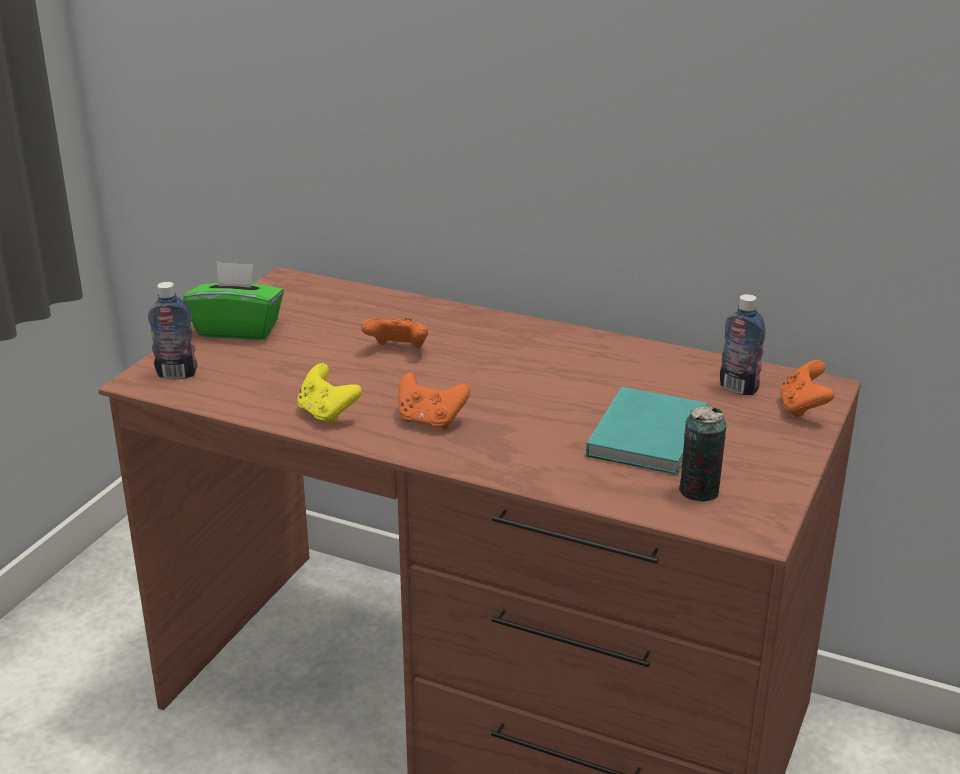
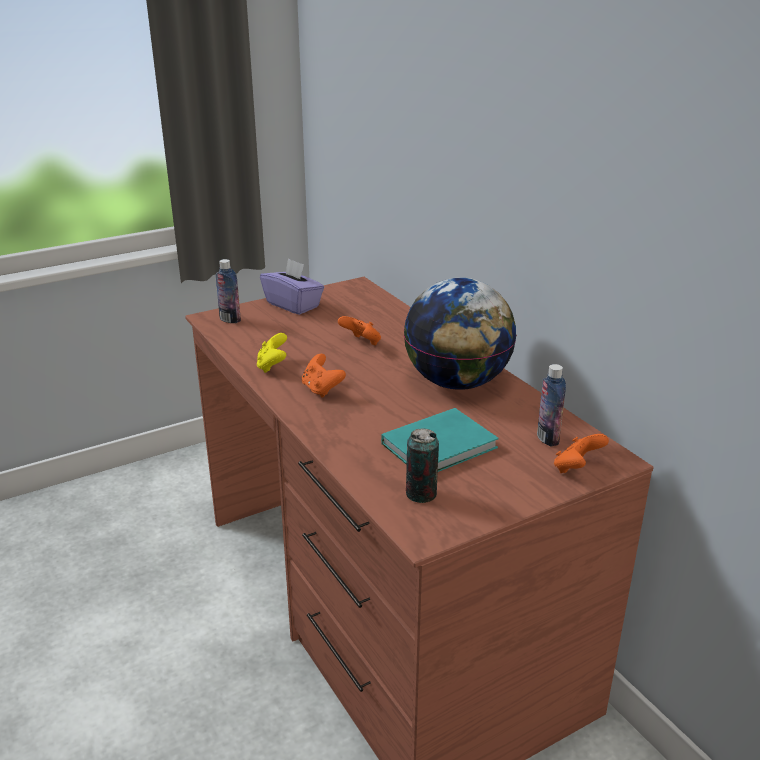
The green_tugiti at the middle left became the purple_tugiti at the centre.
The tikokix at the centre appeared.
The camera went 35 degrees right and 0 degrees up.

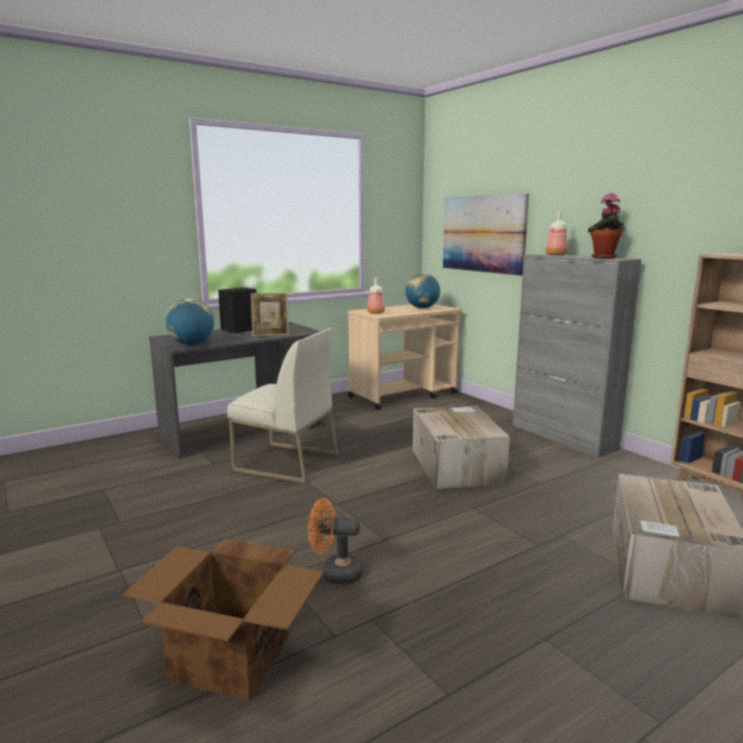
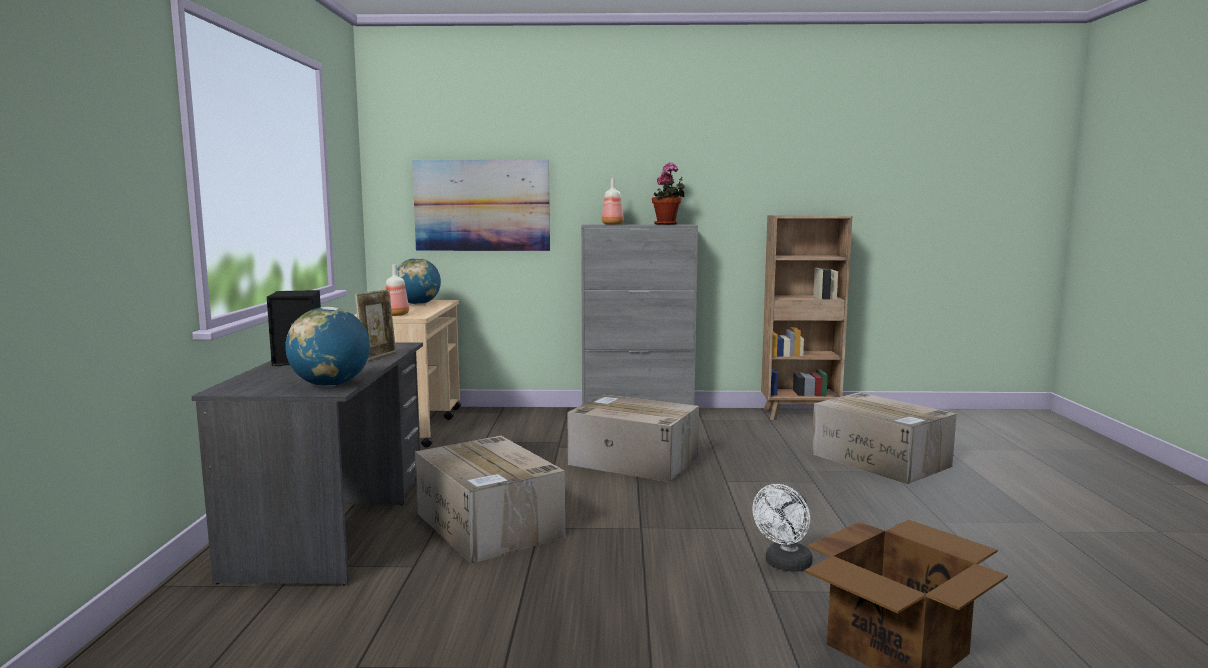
The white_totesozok at the centre was replaced by the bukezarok (no. 1 from left) at the bottom centre.
The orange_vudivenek at the bottom centre became the white_vudivenek at the bottom centre.
The camera went 55 degrees left and 5 degrees down.

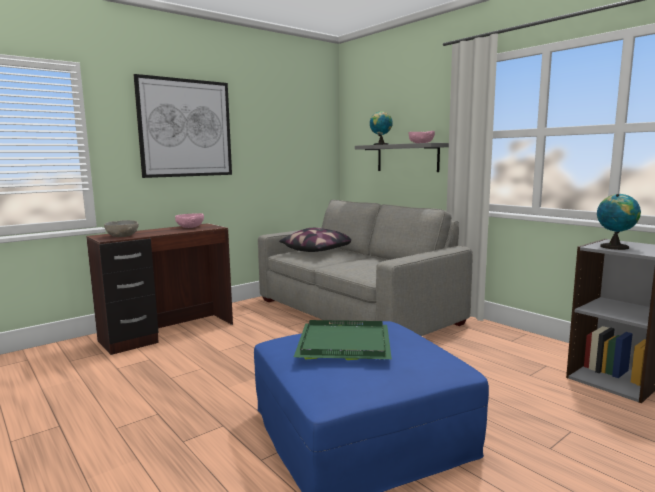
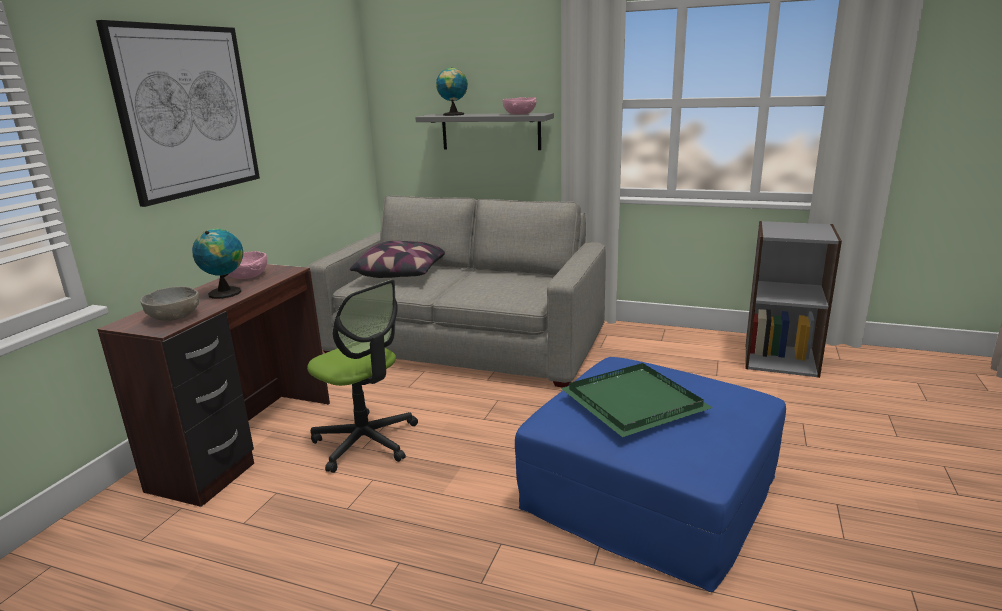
The tikokix (no. 2 from left in the first image) moved from the middle right to the middle left.
The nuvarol at the centre appeared.
The camera went 30 degrees left and 10 degrees up.

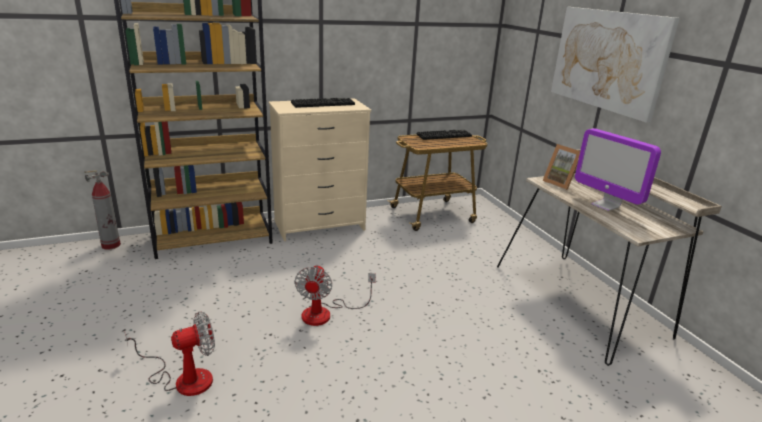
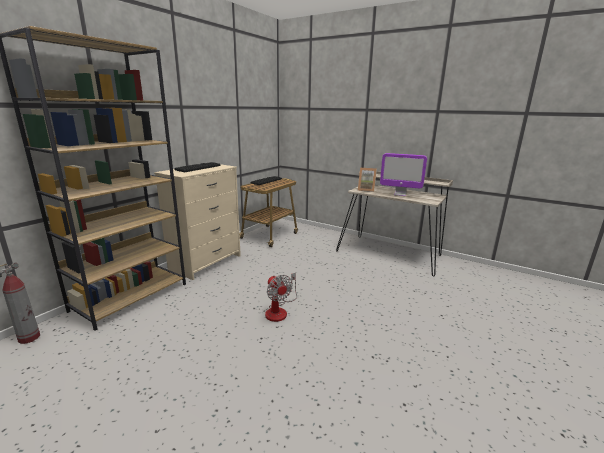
The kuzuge at the top right disappeared.
The vudivenek (no. 1 from left) at the bottom left disappeared.
The camera went 35 degrees left and 5 degrees down.

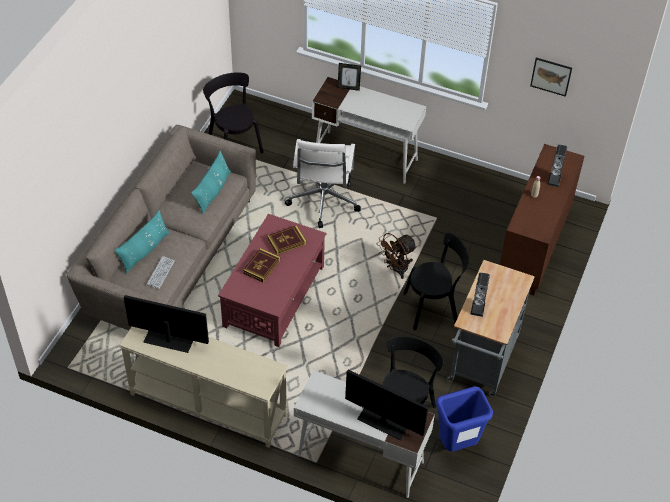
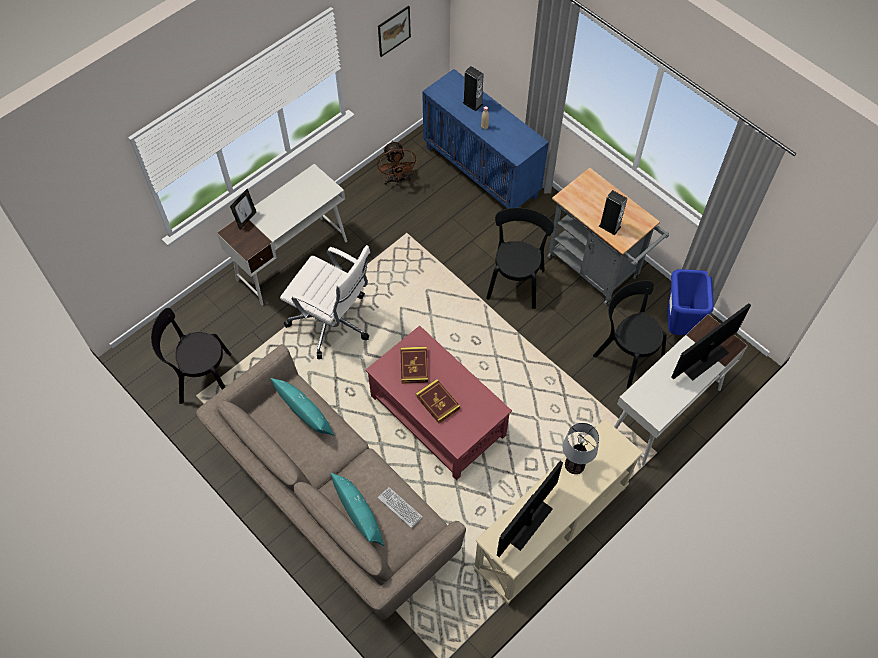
The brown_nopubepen at the middle right became the blue_nopubepen at the top centre.
The brown_vudivenek moved from the centre to the top centre.
The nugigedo at the bottom centre appeared.
The camera went 65 degrees left and 10 degrees up.

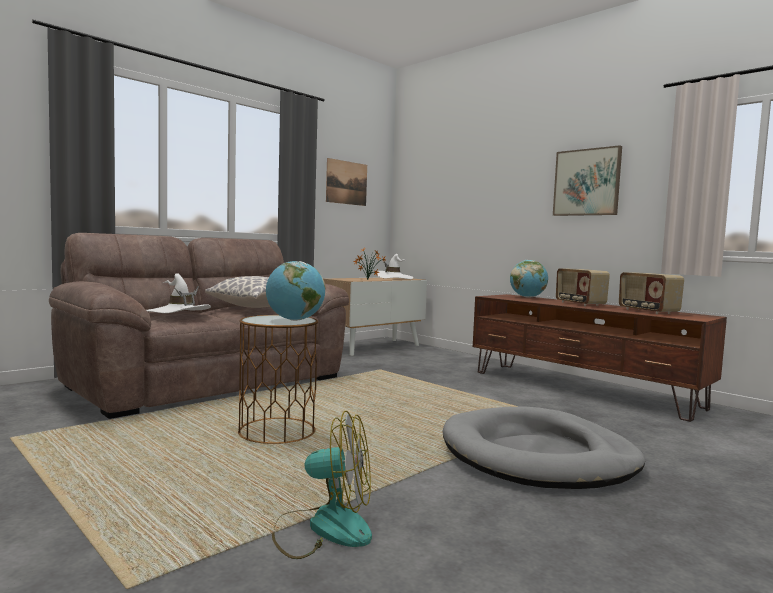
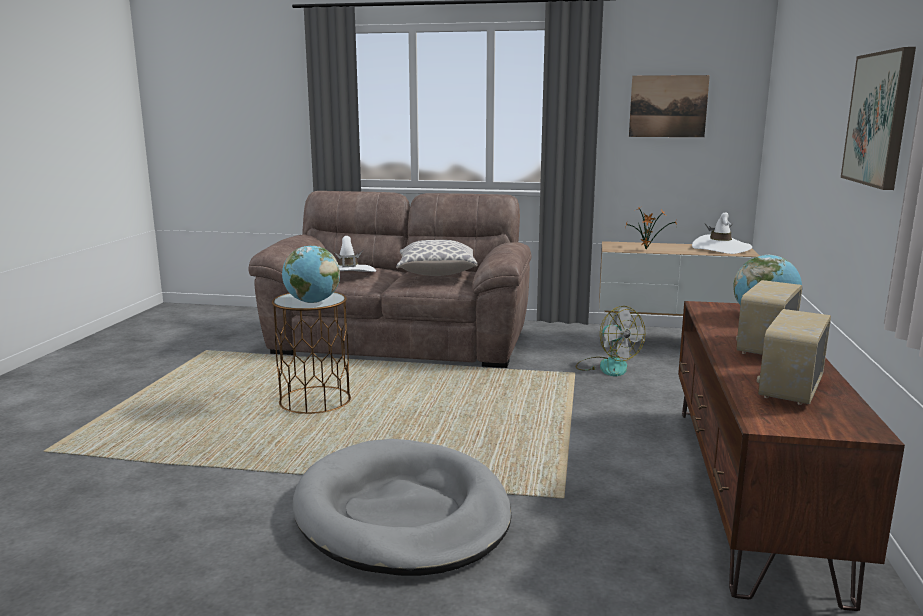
The vudivenek moved from the bottom centre to the centre.
The camera went 55 degrees right and 10 degrees up.

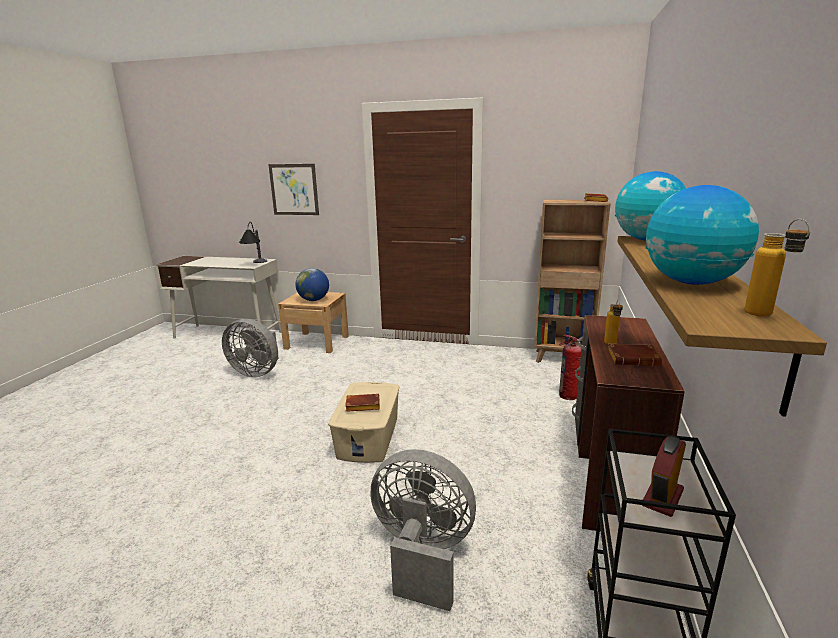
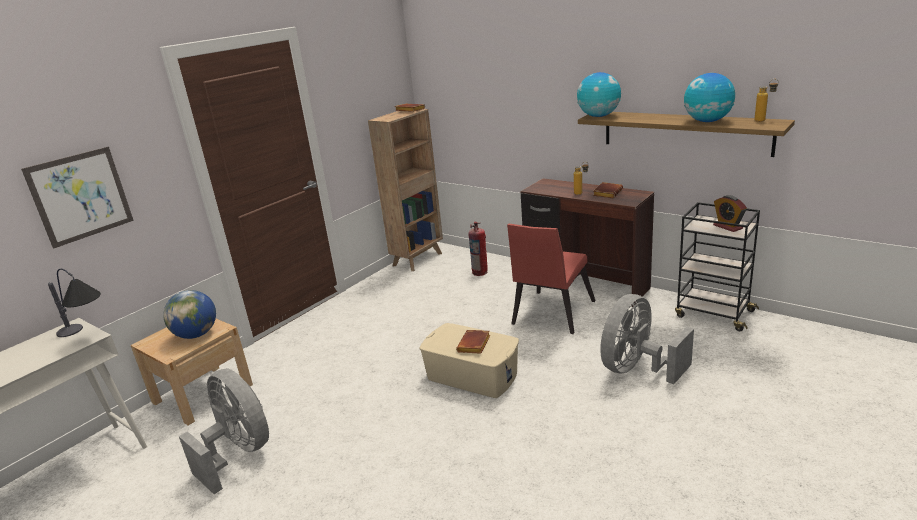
The grey_vudivenek (no. 1 from left) at the middle left turned 90 degrees counterclockwise.
The red_totesozok at the centre appeared.
The camera went 65 degrees left and 5 degrees up.

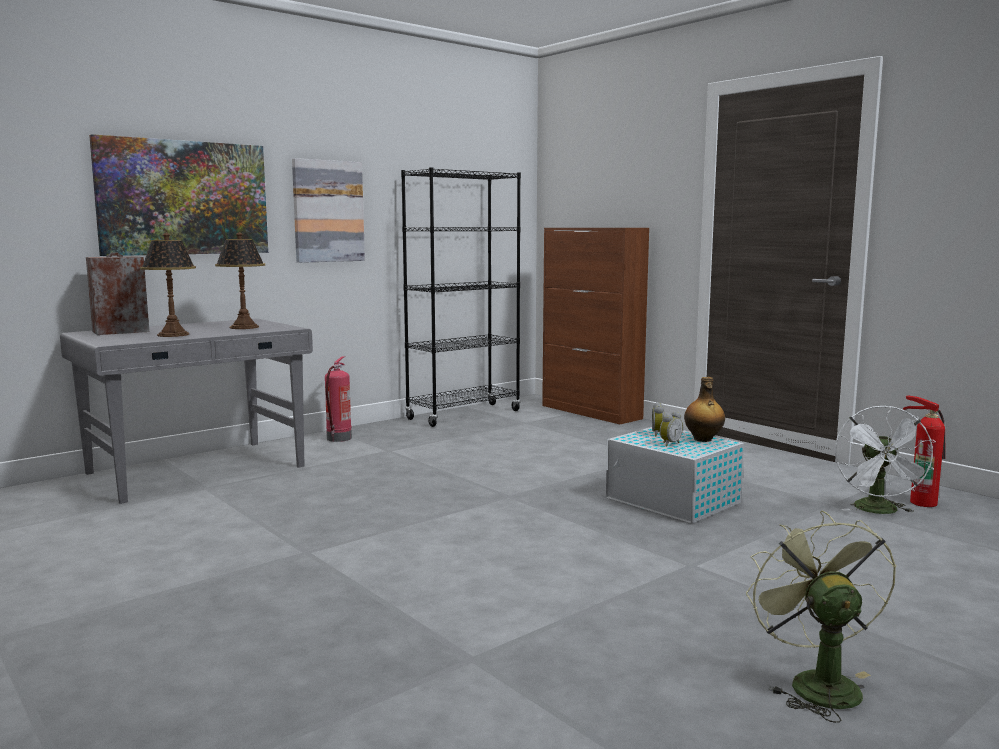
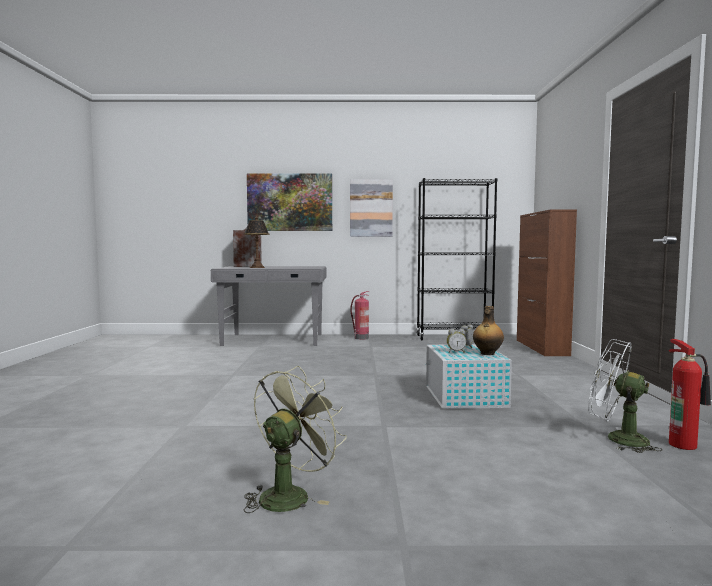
The nugigedo (no. 2 from left) at the middle left disappeared.
The white_vudivenek at the middle right turned 75 degrees clockwise.
The camera went 40 degrees right and 5 degrees down.

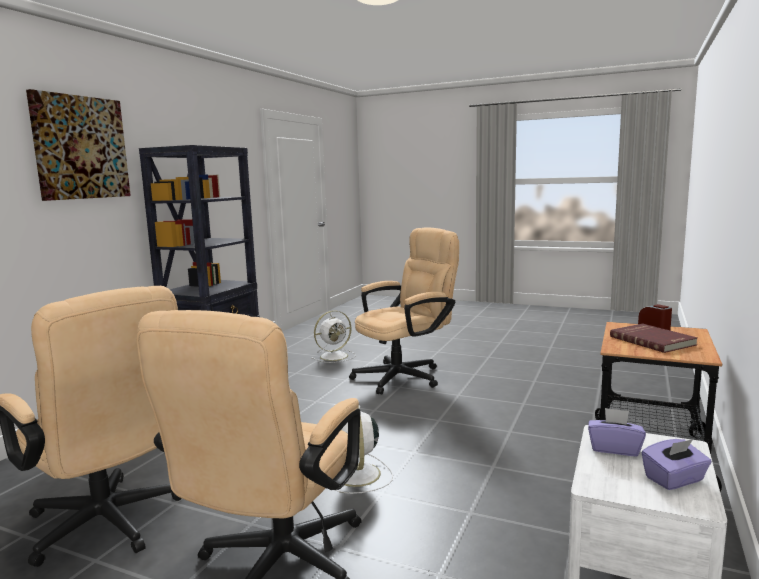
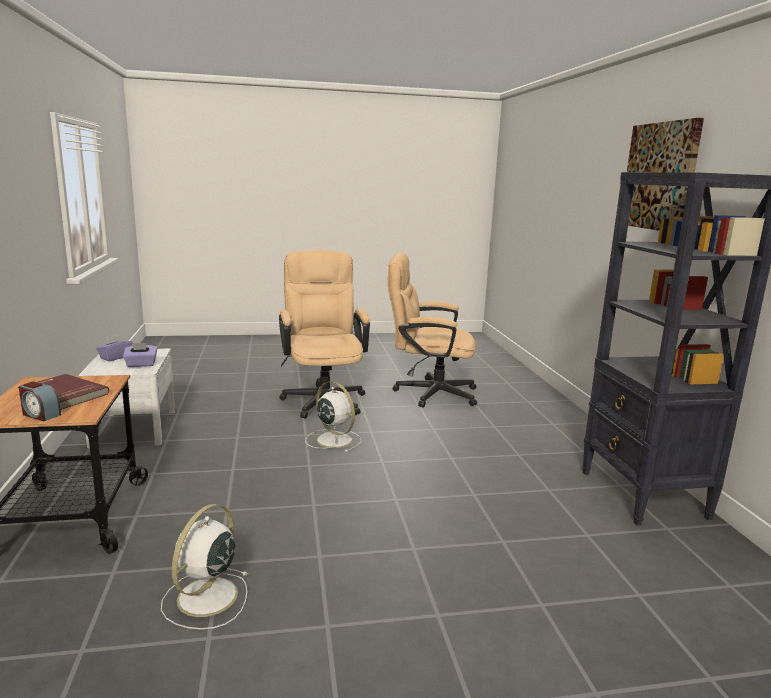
The beige_nuvarol (no. 3 from left) at the centre disappeared.
The white_vudivenek (no. 1 from left) moved from the centre to the bottom left.
The camera went 145 degrees right and 5 degrees up.

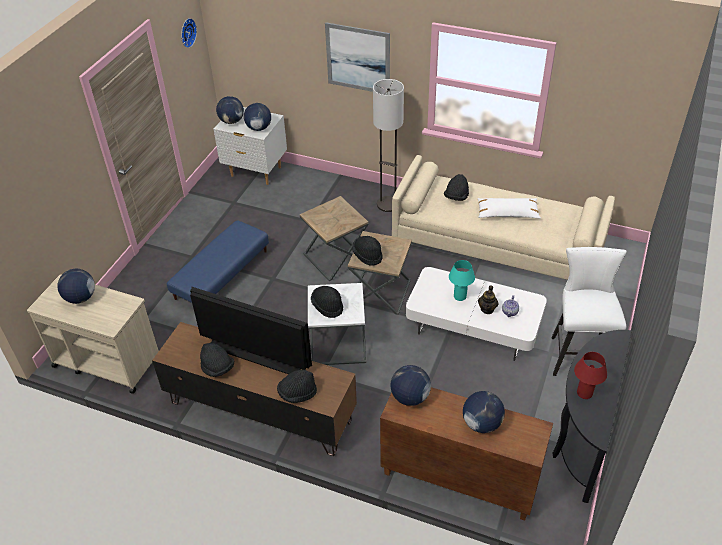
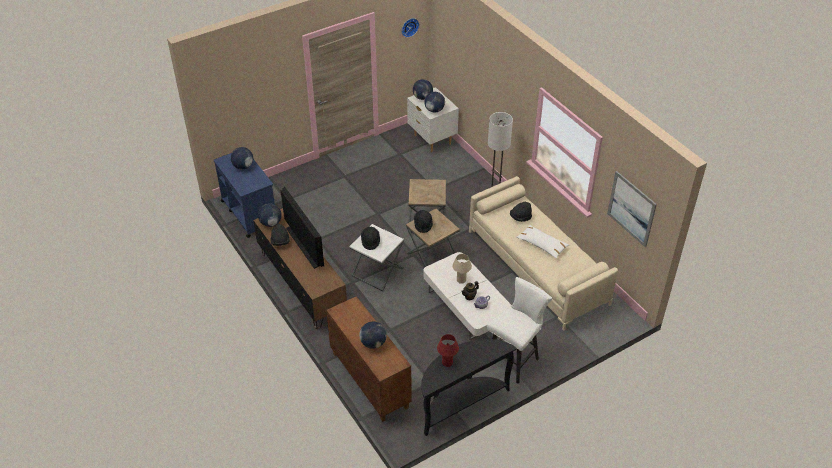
The kuzuge moved from the top centre to the middle right.
The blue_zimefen at the middle left disappeared.
The turquoise_nugigedo at the centre became the beige_nugigedo at the centre.
The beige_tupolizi at the middle left became the blue_tupolizi at the middle left.
The tikokix (no. 4 from left in the first image) moved from the bottom centre to the middle left.
The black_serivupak (no. 2 from left) at the bottom centre disappeared.
The camera went 35 degrees right and 0 degrees up.

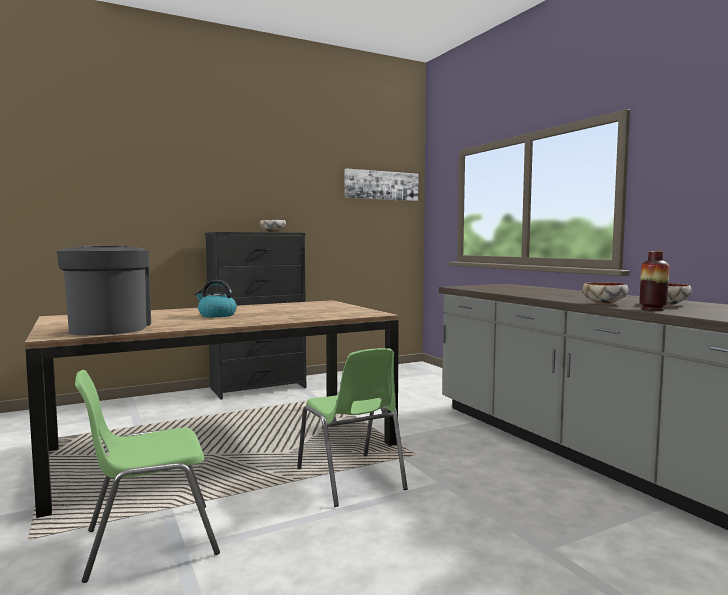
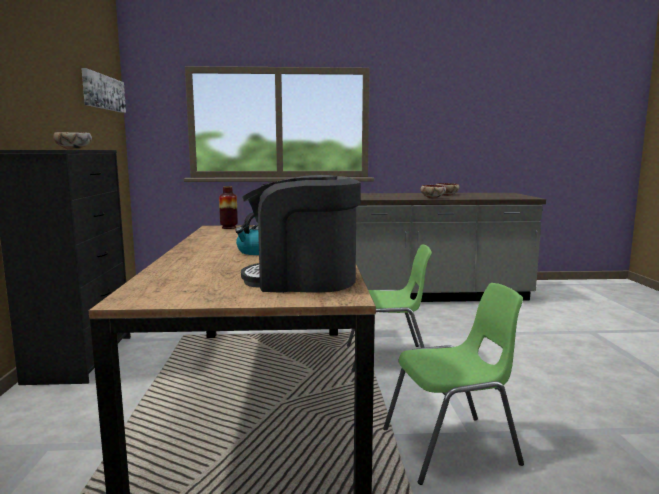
The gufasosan moved from the middle right to the centre.
The green_totesozok (no. 1 from left in the first image) at the bottom left turned 105 degrees counterclockwise.
The camera went 65 degrees left and 5 degrees up.

